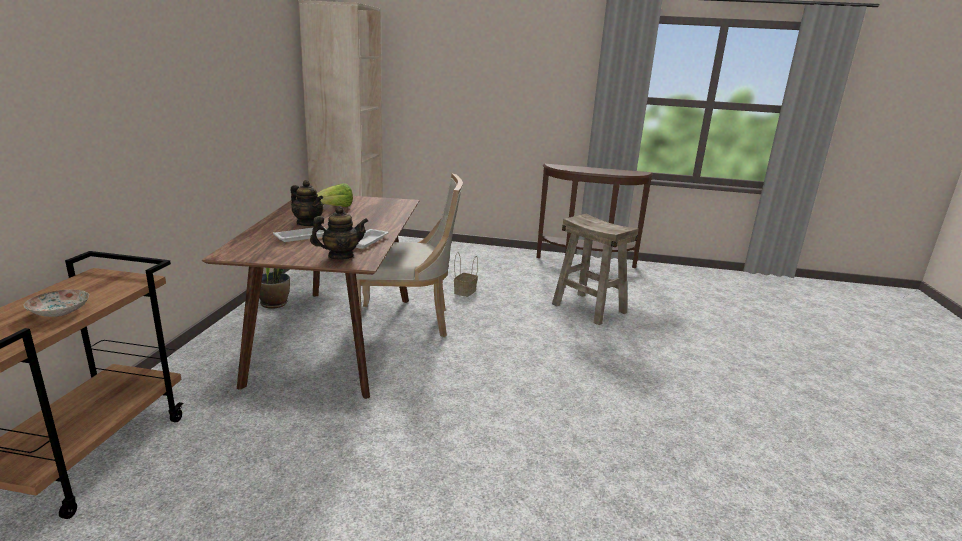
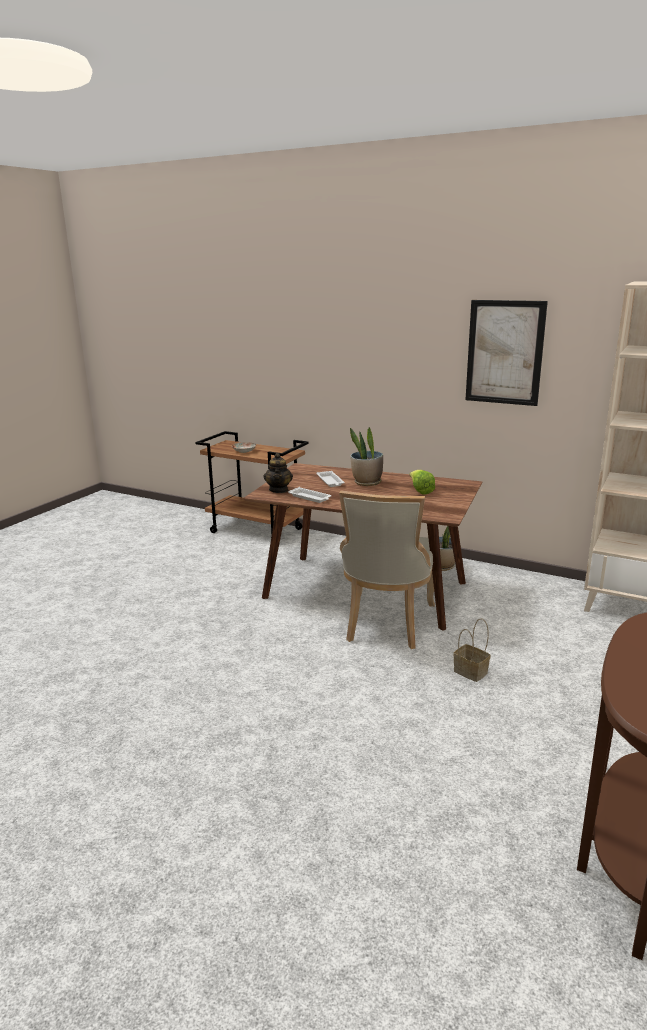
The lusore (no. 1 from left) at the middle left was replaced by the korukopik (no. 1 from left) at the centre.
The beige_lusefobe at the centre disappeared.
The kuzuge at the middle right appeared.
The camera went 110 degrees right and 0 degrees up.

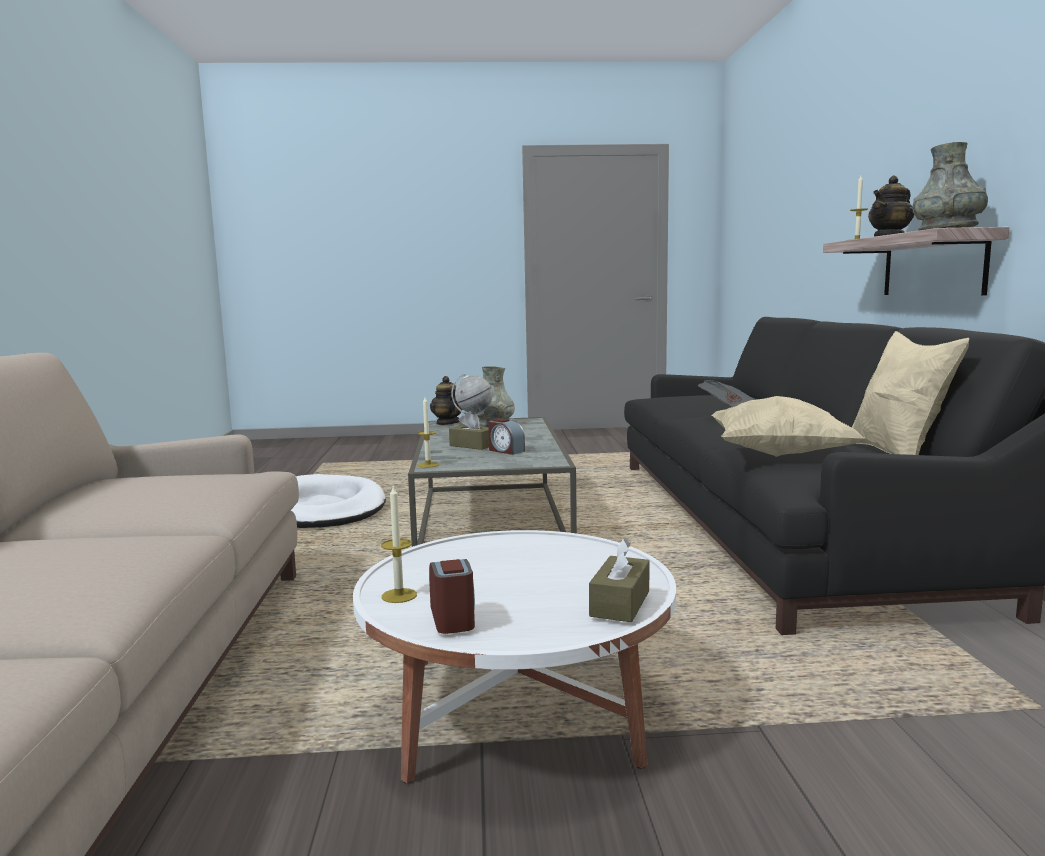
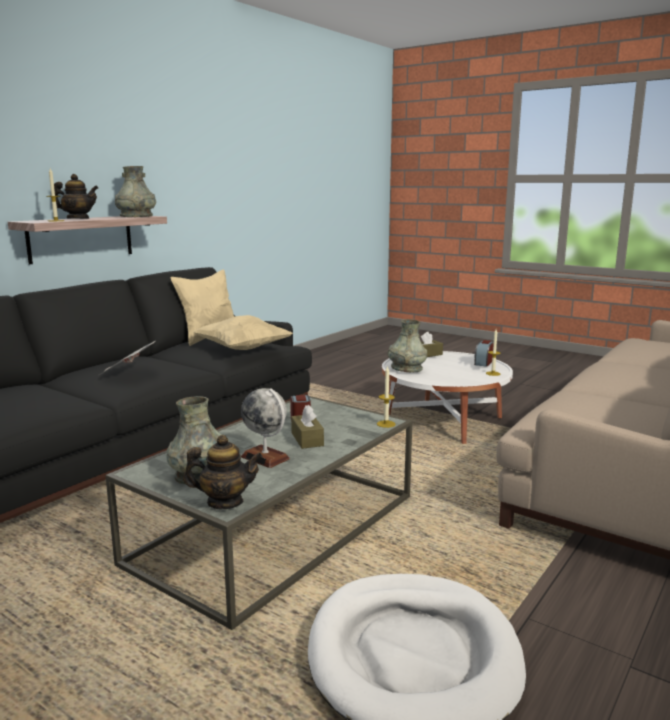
The lusore (no. 1 from left in the first image) at the centre turned 105 degrees counterclockwise.
The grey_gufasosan (no. 3 from left) at the centre appeared.
The camera went 140 degrees left and 5 degrees up.

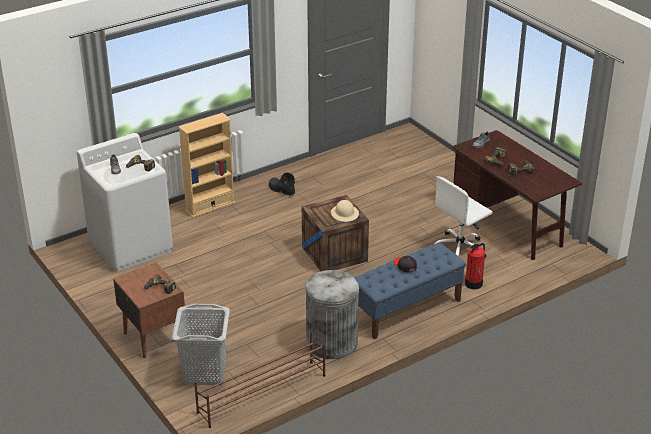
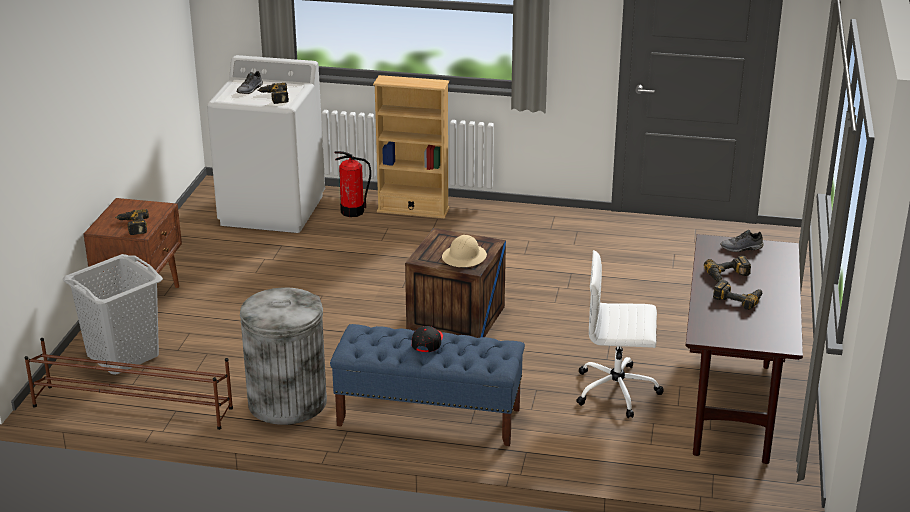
The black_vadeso at the centre disappeared.
The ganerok moved from the middle right to the centre.
The camera went 45 degrees right and 5 degrees down.

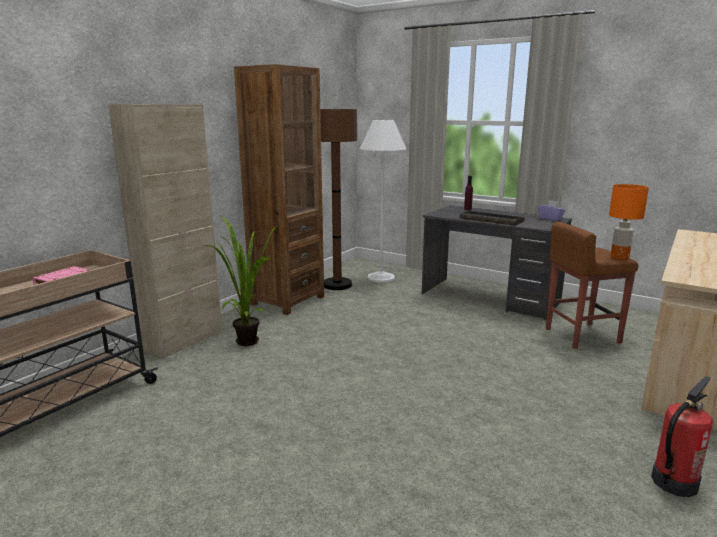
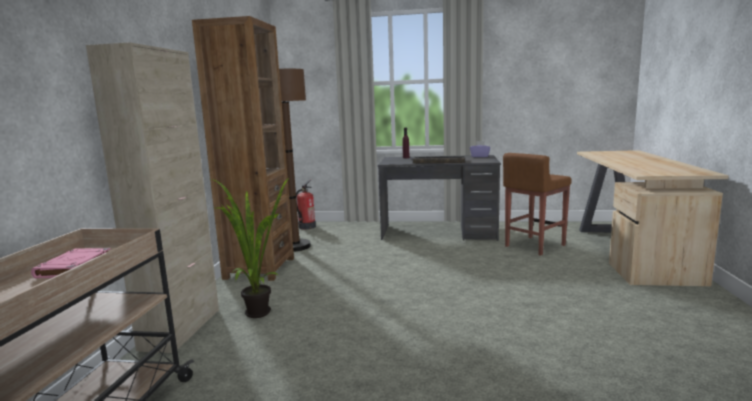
The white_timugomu at the centre disappeared.
The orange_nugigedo at the middle right disappeared.
The ganerok moved from the bottom right to the centre.
The camera went 25 degrees left and 5 degrees down.

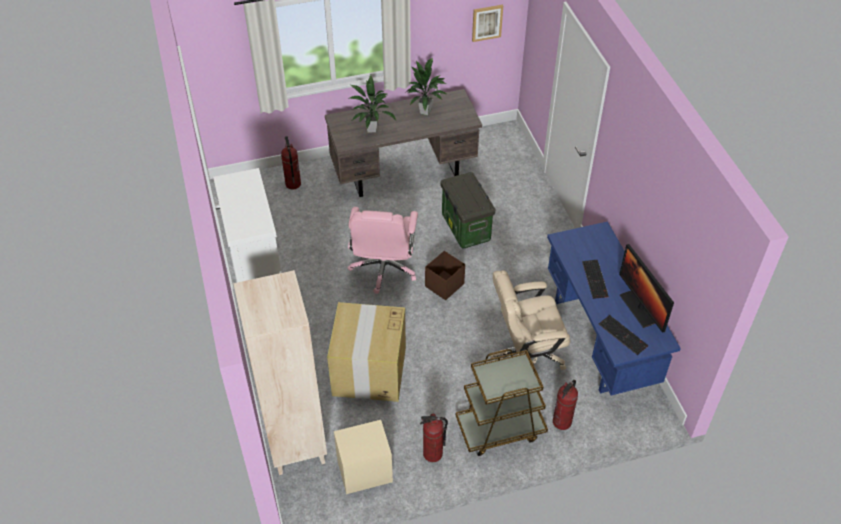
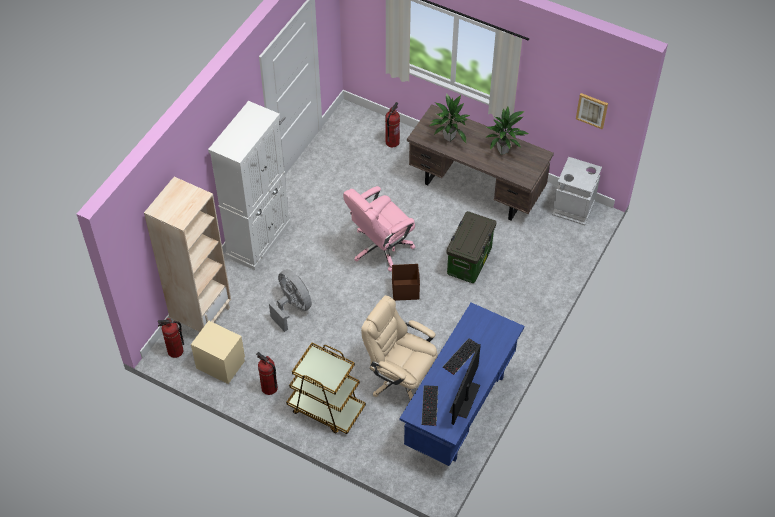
The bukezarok at the bottom centre was replaced by the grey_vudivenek at the centre.
The ganerok (no. 3 from left in the first image) moved from the bottom right to the middle left.
The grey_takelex at the middle right appeared.
The camera went 45 degrees right and 5 degrees up.

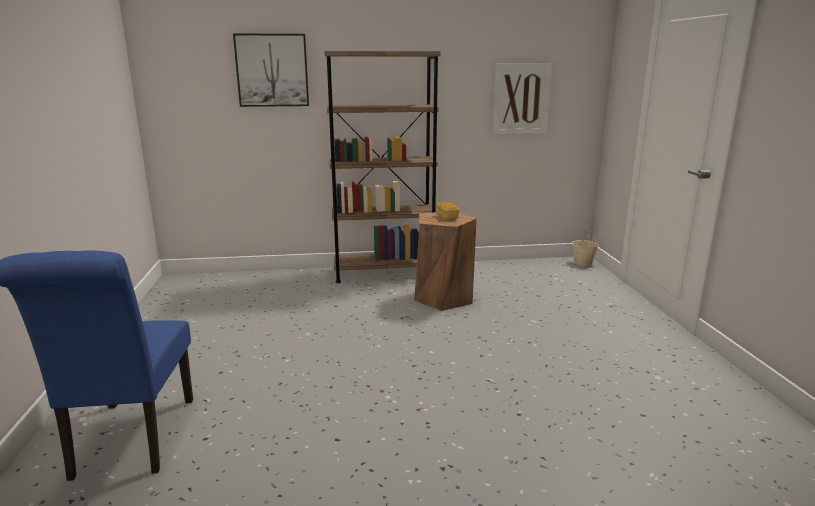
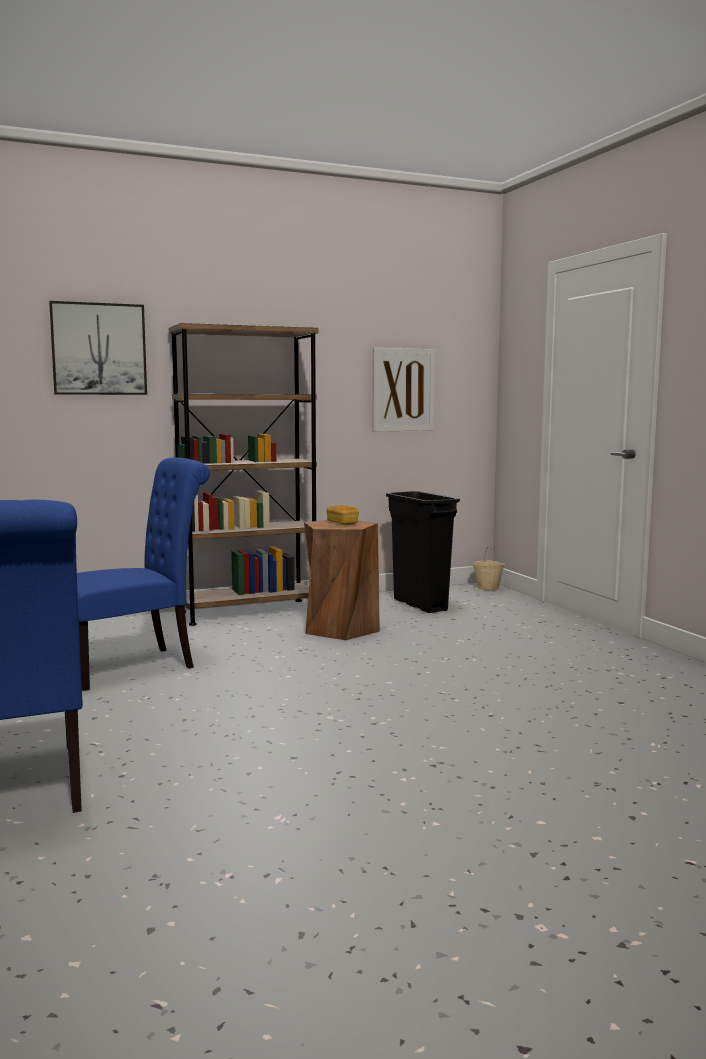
The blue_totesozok (no. 2 from left) at the middle left appeared.
The black_takelex at the centre appeared.
The camera went 15 degrees left and 10 degrees down.

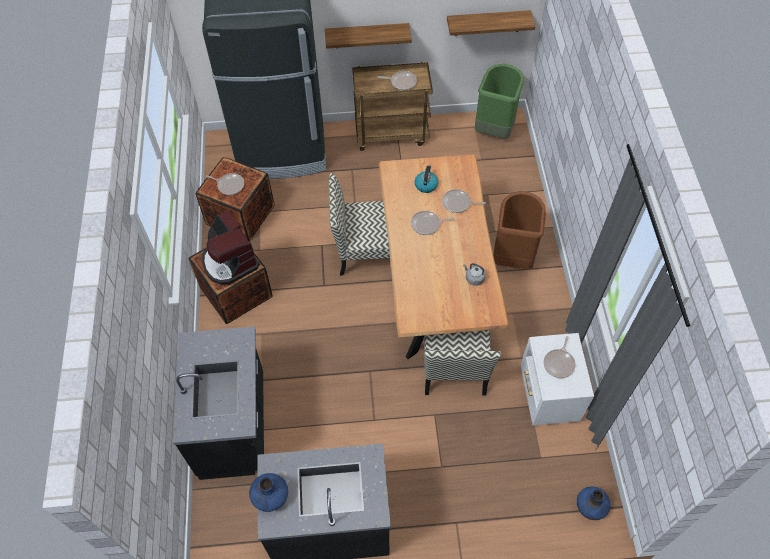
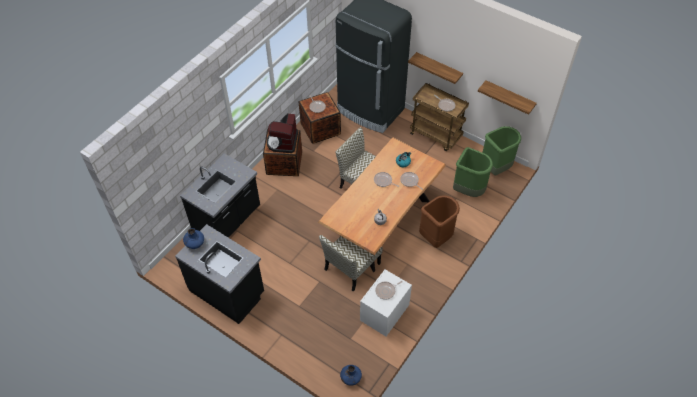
The green_takelex (no. 1 from left) at the middle right appeared.
The camera went 40 degrees right and 5 degrees down.

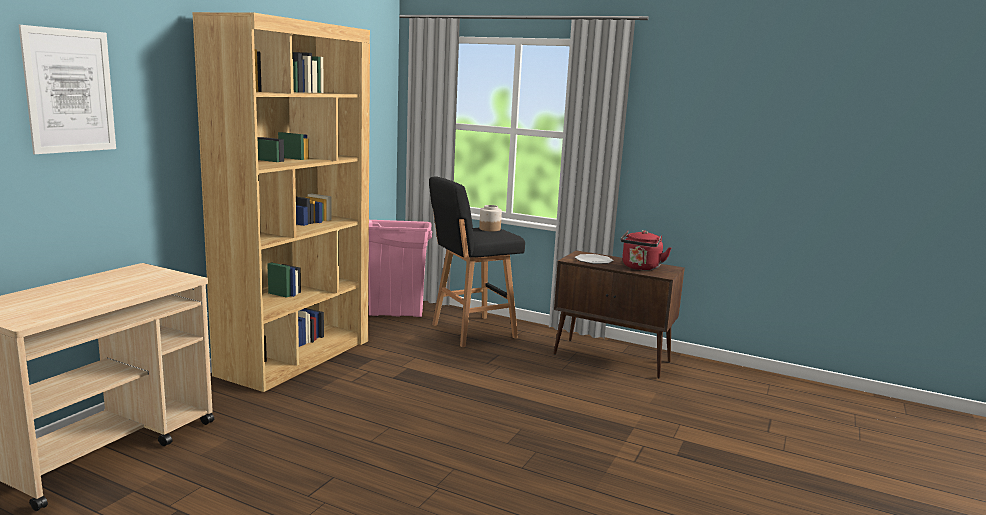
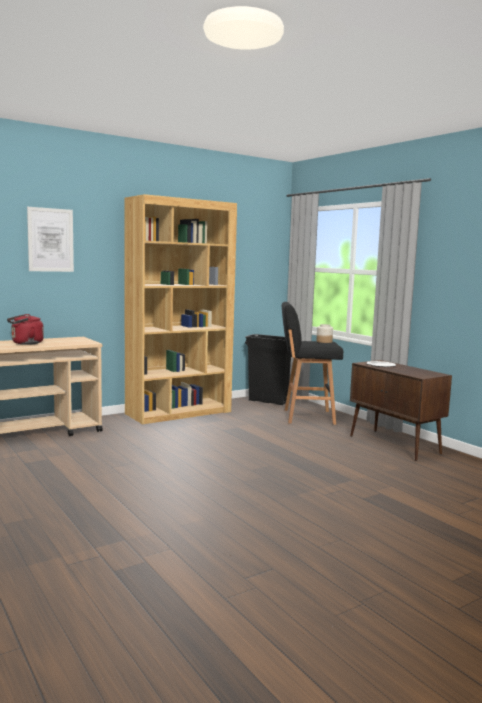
The pink_takelex at the centre became the black_takelex at the centre.
The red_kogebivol moved from the centre to the middle left.
The camera went 30 degrees right and 5 degrees down.

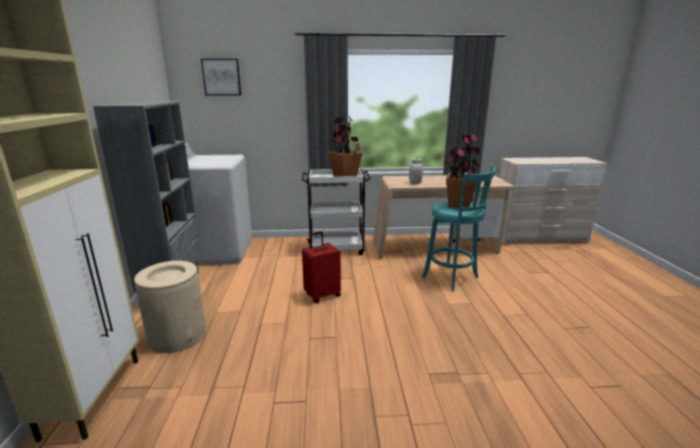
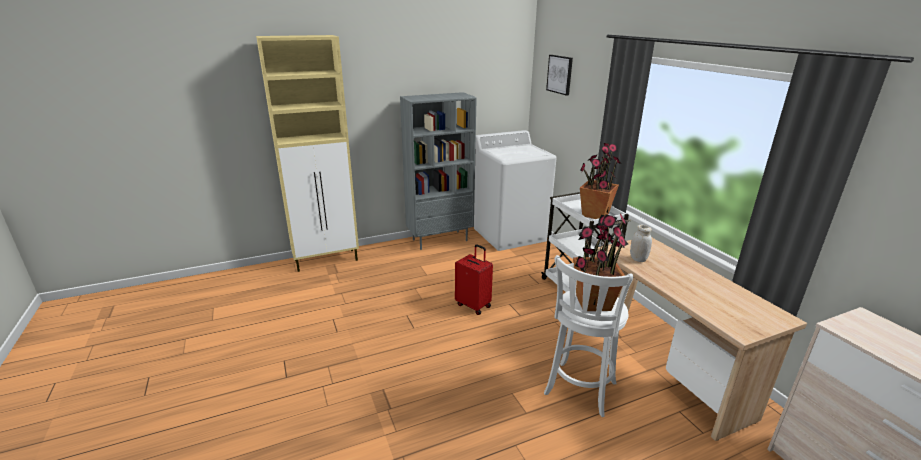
The turquoise_lusefobe at the centre became the white_lusefobe at the bottom centre.
The beige_takelex at the bottom left disappeared.
The camera went 70 degrees right and 5 degrees up.

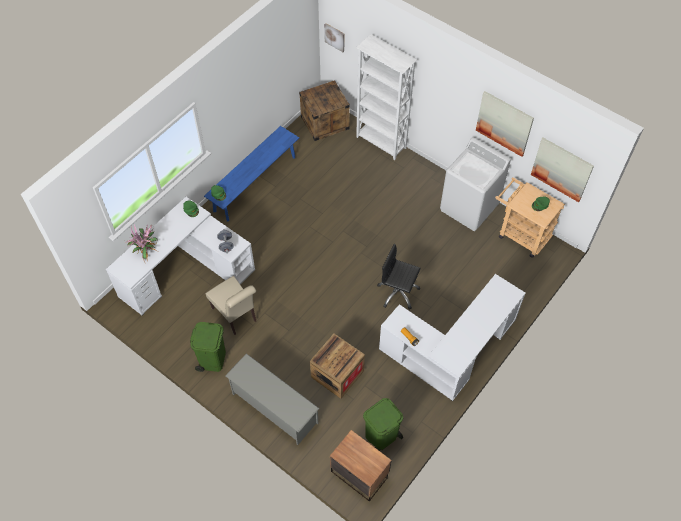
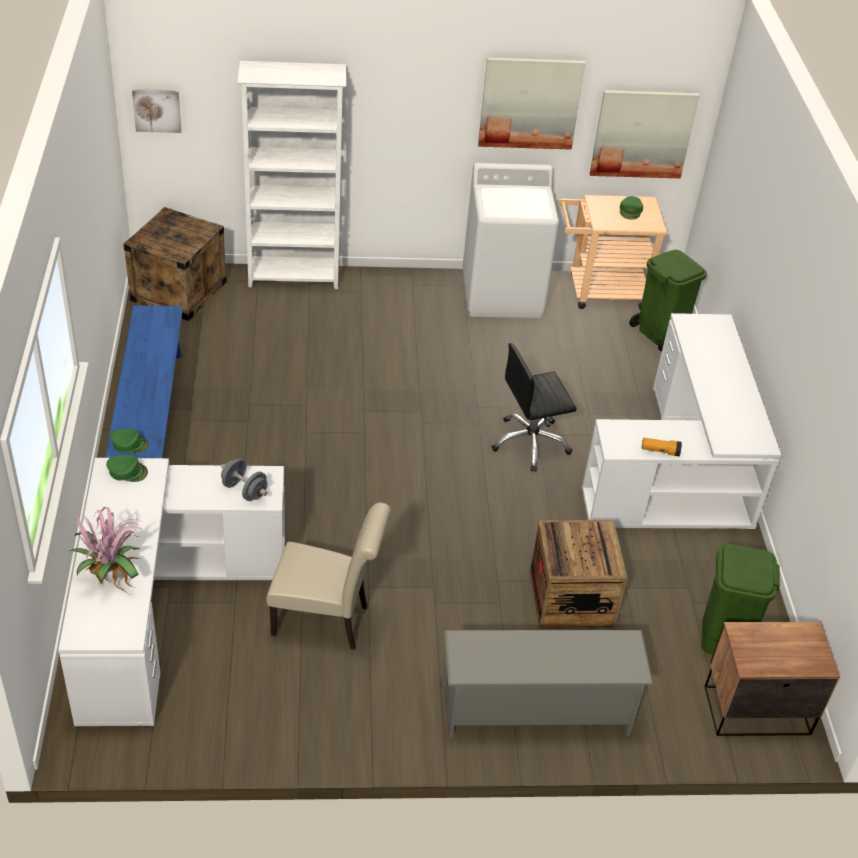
The green_takelex (no. 1 from left) moved from the middle left to the middle right.
The camera went 45 degrees left and 15 degrees down.

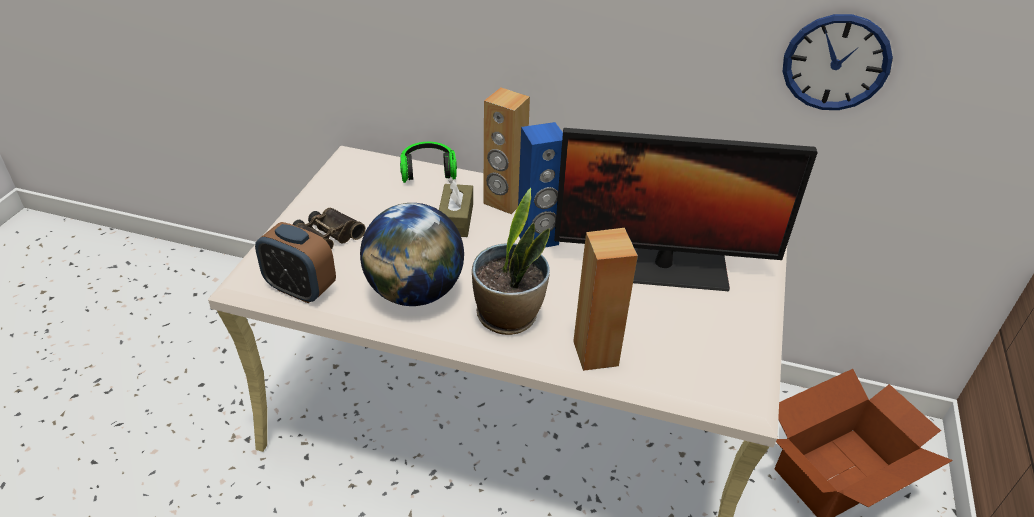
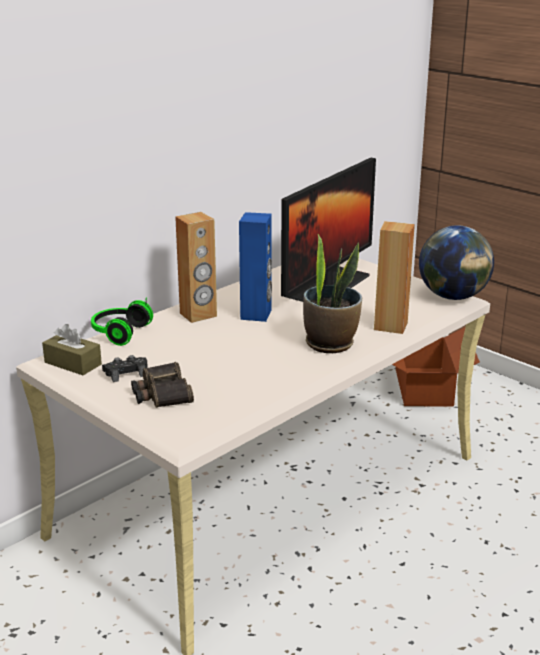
The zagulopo at the top right disappeared.
The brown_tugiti moved from the centre to the middle left.
The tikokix moved from the centre to the middle right.
The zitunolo at the middle left disappeared.
The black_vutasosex at the middle left appeared.
The camera went 60 degrees left and 15 degrees down.

